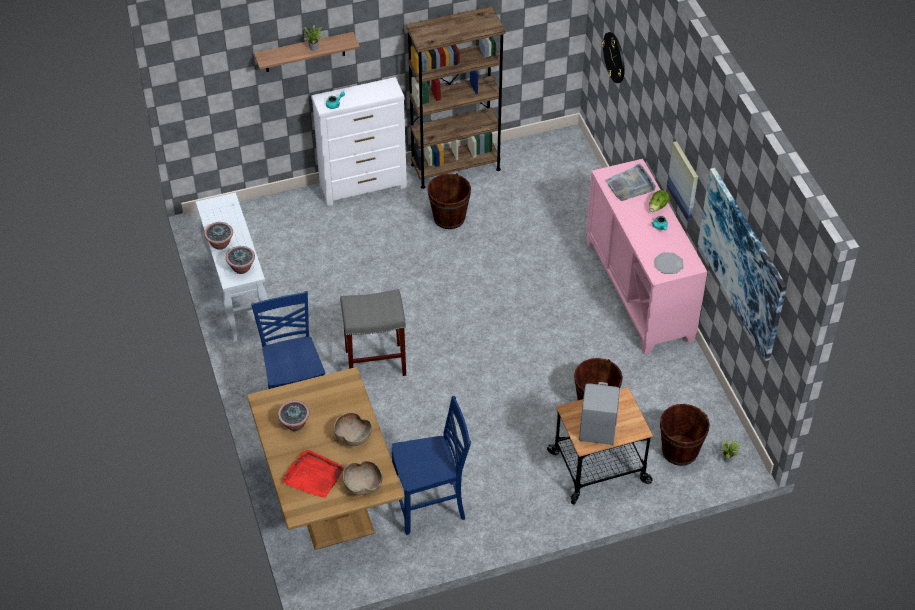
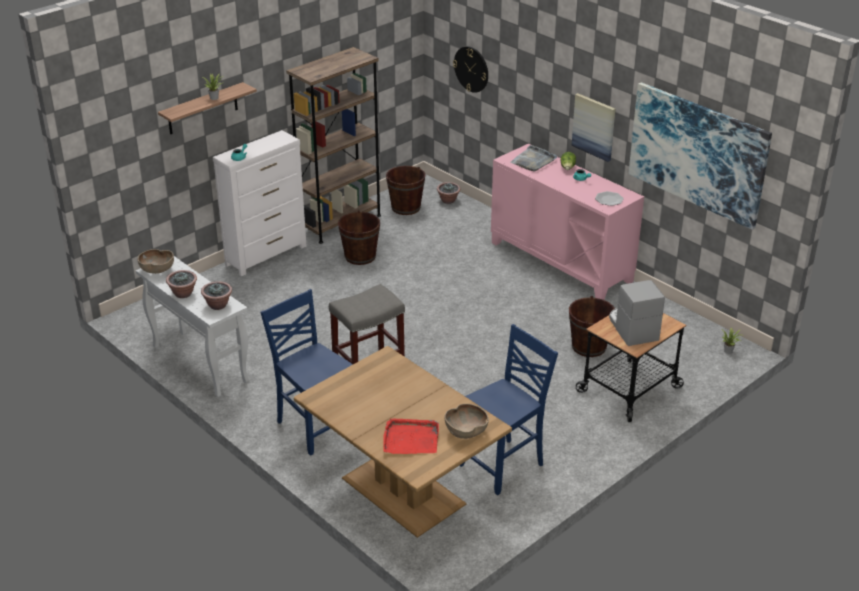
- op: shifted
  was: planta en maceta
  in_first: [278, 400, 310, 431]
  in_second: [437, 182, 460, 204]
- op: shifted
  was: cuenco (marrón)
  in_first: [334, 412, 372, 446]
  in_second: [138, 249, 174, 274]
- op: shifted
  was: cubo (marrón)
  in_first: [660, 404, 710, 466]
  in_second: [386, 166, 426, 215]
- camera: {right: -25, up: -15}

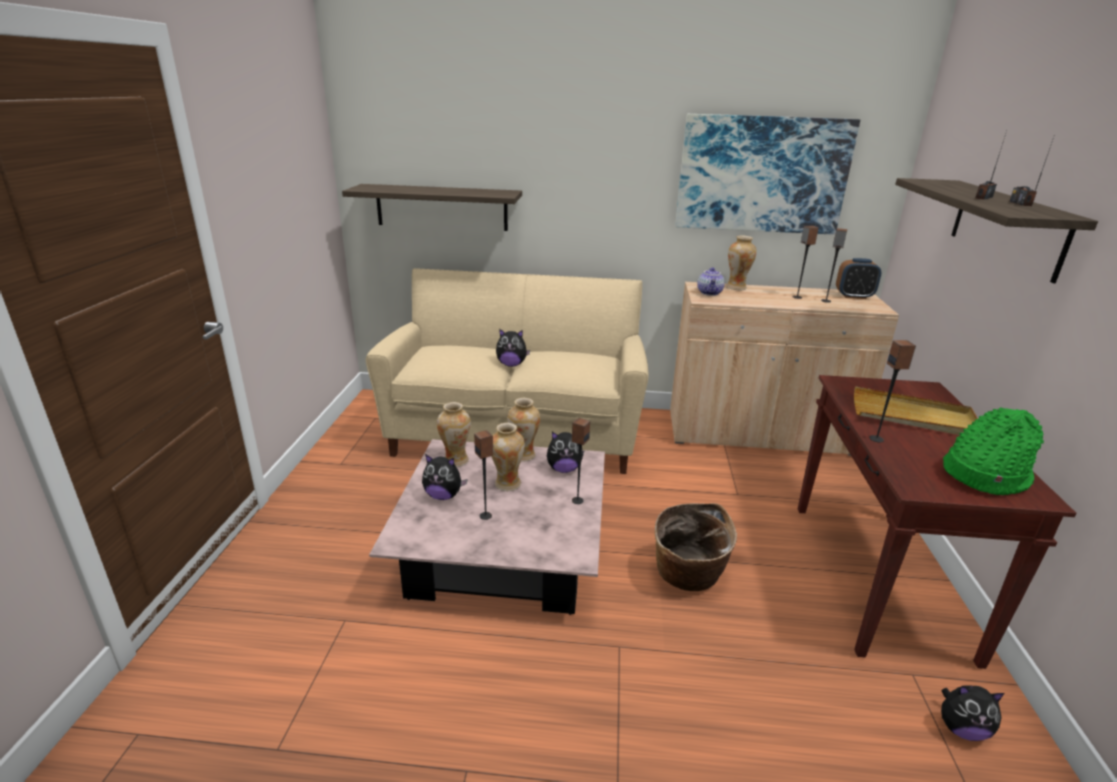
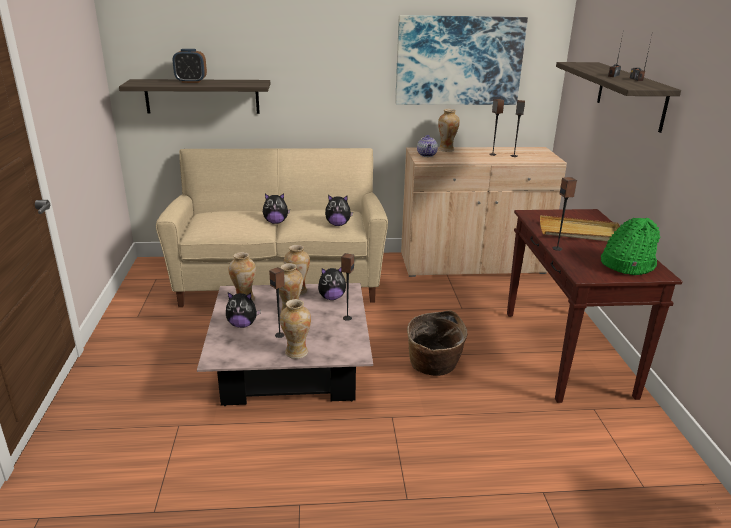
- op: shifted
  was: despertador
  in_first: [836, 258, 881, 299]
  in_second: [173, 49, 207, 83]
- op: shifted
  was: peluche
  in_first: [941, 685, 1005, 741]
  in_second: [325, 195, 353, 226]
- op: new
  now: florero
  in_second: [280, 299, 311, 359]
- camera: {right: -10, up: 0}

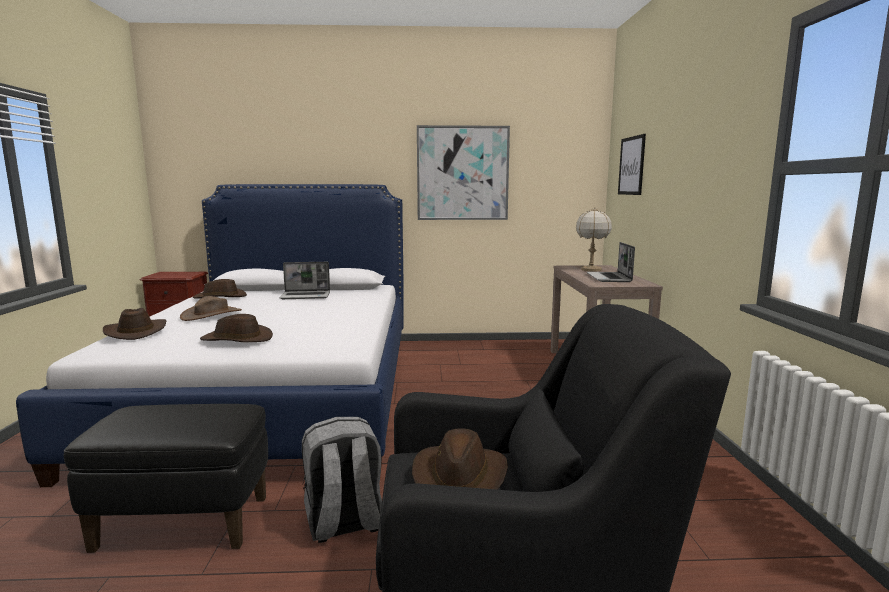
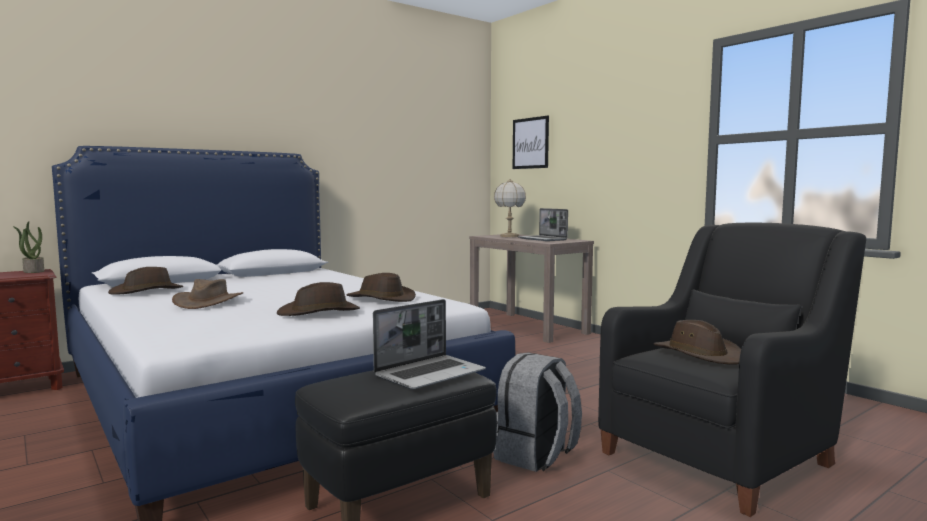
- op: shifted
  was: sombrero (marrón)
  in_first: [103, 308, 166, 340]
  in_second: [346, 273, 416, 302]
- op: shifted
  was: portátil
  in_first: [279, 262, 330, 299]
  in_second: [373, 299, 486, 390]
- op: gone
  was: cuadro
  in_first: [417, 125, 510, 220]
- op: new
  now: planta en maceta
  in_second: [13, 221, 44, 273]
- camera: {right: -35, up: -5}

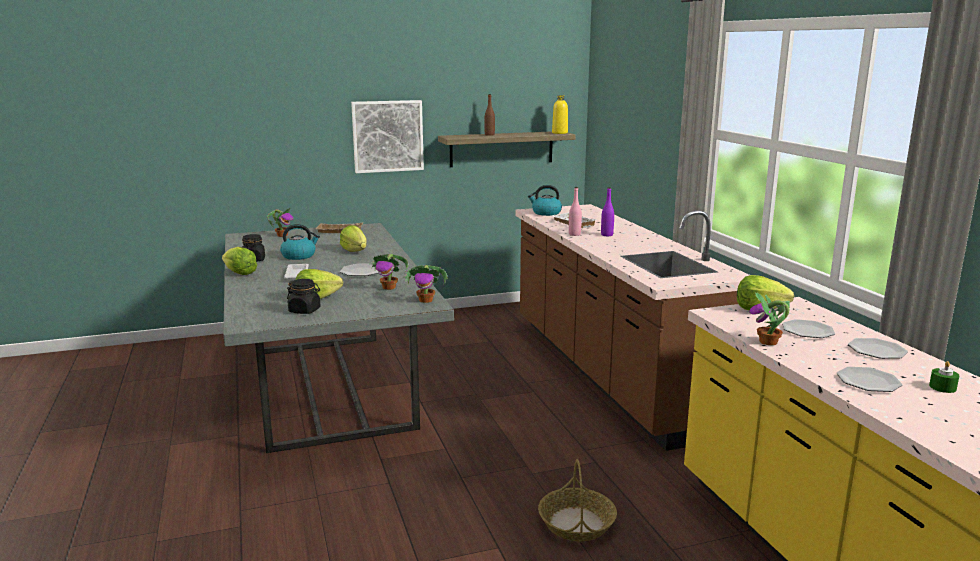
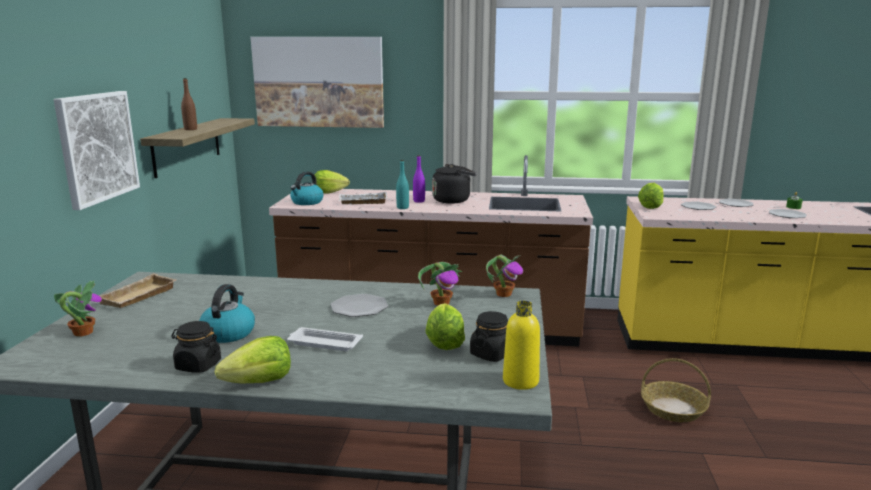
- op: shifted
  was: lechuga
  in_first: [340, 225, 367, 252]
  in_second: [315, 170, 350, 194]
- op: shifted
  was: botella (amarillo)
  in_first: [552, 95, 568, 134]
  in_second: [503, 301, 540, 390]
- op: repainted
  was: botella (rosa)
  now: botella (turquesa)
  in_first: [569, 187, 582, 236]
  in_second: [396, 160, 409, 209]
- op: gone
  was: planta en maceta
  in_first: [749, 292, 790, 345]
- op: new
  now: cuadro
  in_second: [250, 37, 384, 128]
- op: new
  now: hervidor (negro)
  in_second: [432, 164, 477, 204]
- camera: {right: -65, up: 0}

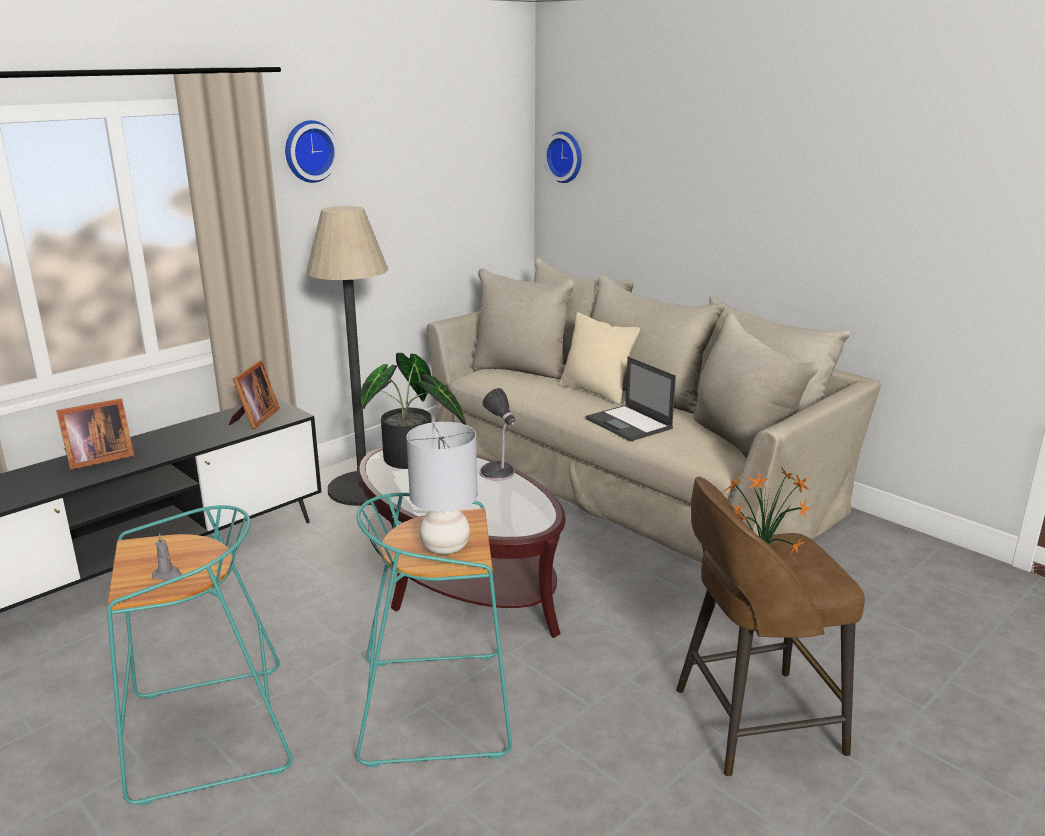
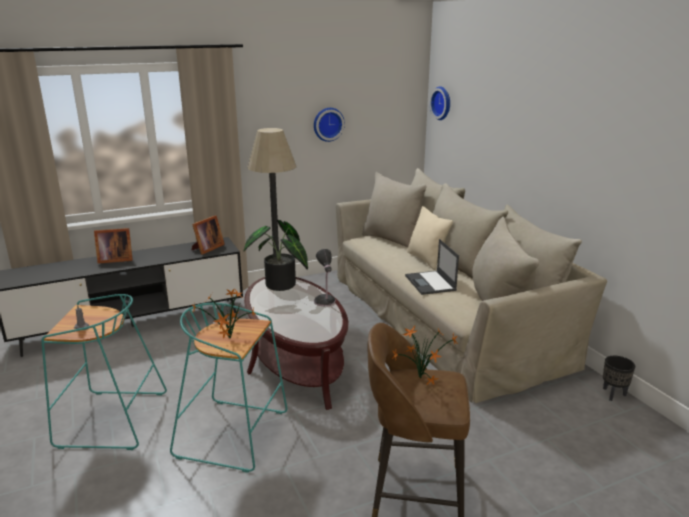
- op: shifted
  was: reloj de pared
  in_first: [285, 120, 338, 183]
  in_second: [314, 108, 345, 142]
- op: swapped
  was: lámpara de mesa (gris)
  now: planta en maceta
  in_first: [407, 422, 477, 554]
  in_second: [193, 288, 255, 339]
- op: new
  now: maceta (negro)
  in_second: [603, 356, 635, 401]
- camera: {right: 20, up: 0}

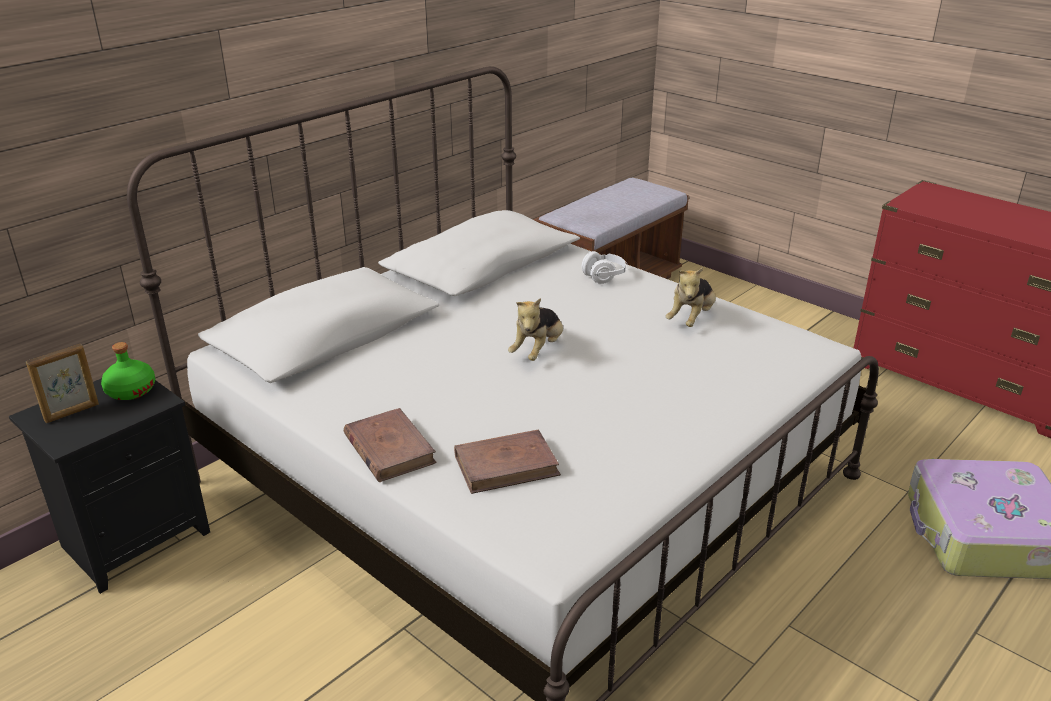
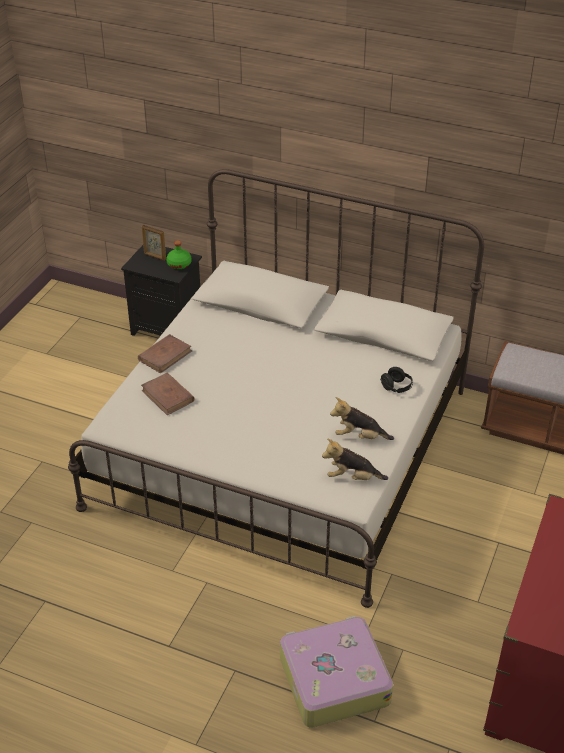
- op: shifted
  was: peluche
  in_first: [508, 298, 563, 361]
  in_second: [322, 439, 388, 480]
- op: repainted
  was: auriculares (blanco)
  now: auriculares (negro)
  in_first: [582, 251, 627, 284]
  in_second: [380, 367, 413, 393]
- camera: {right: 70, up: 10}

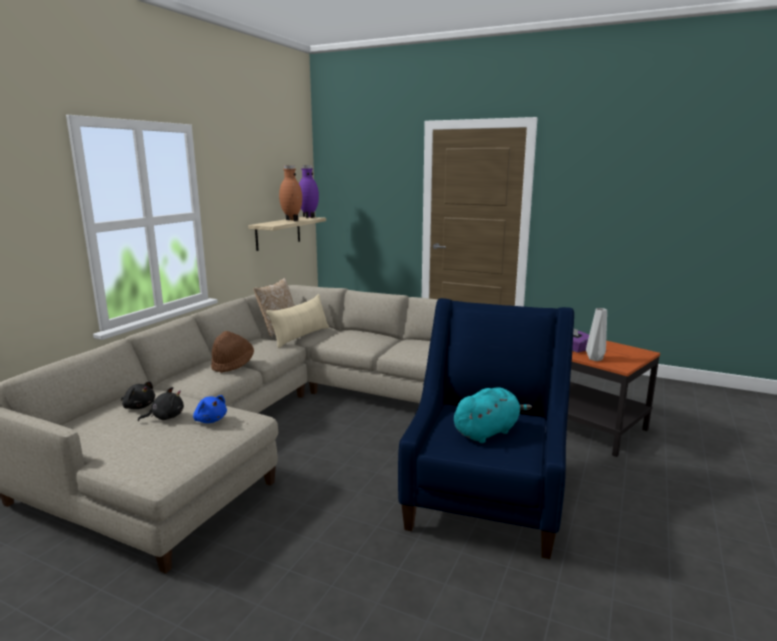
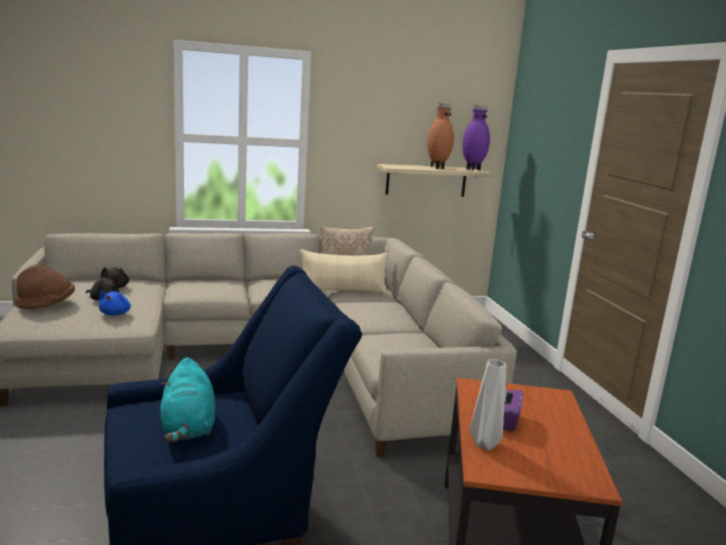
- op: shifted
  was: sombrero (marrón)
  in_first: [211, 331, 254, 373]
  in_second: [16, 264, 75, 309]
- op: rotated
  was: peluche (turquesa)
  in_first: [454, 387, 532, 443]
  in_second: [160, 357, 215, 442]
  clockwise: 60
- camera: {right: 50, up: 0}

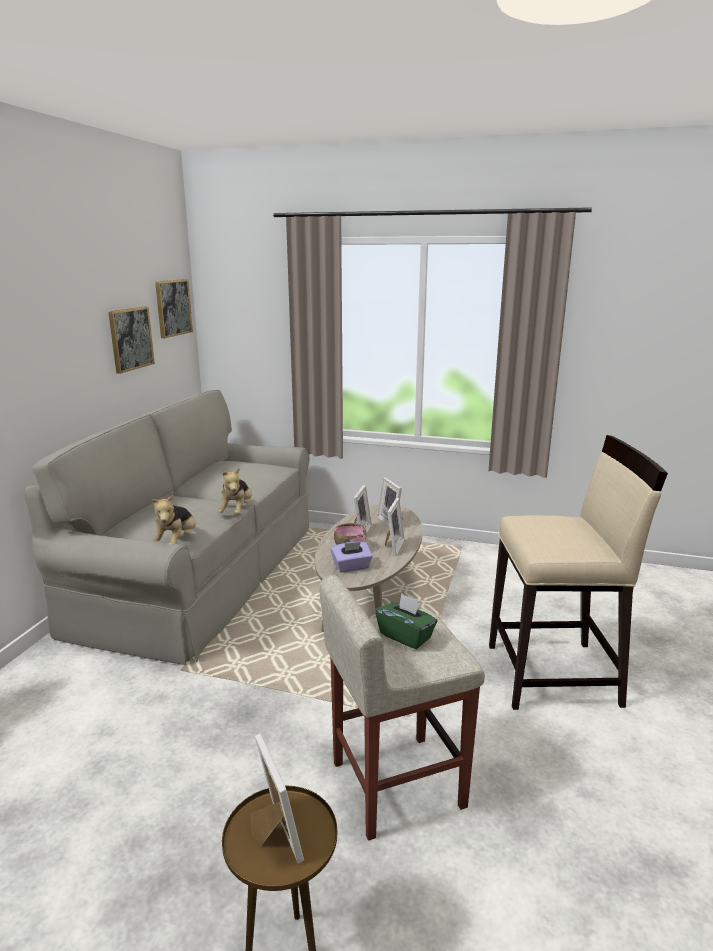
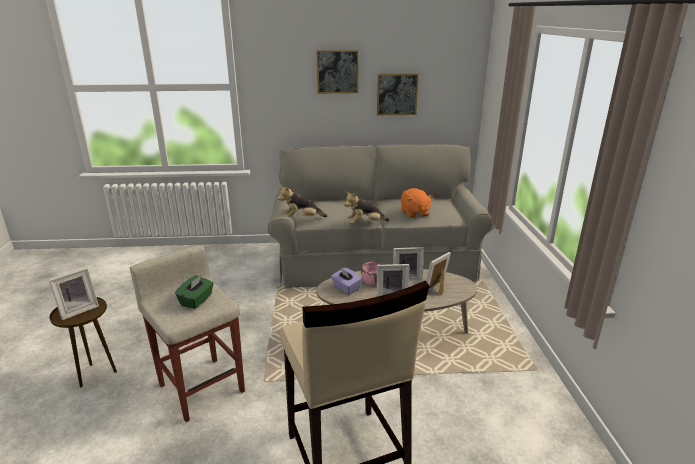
- op: shifted
  was: cuadro
  in_first: [155, 279, 193, 338]
  in_second: [317, 50, 359, 94]
- op: new
  now: peluche (naranja)
  in_second: [401, 188, 433, 218]
- camera: {right: 70, up: 5}

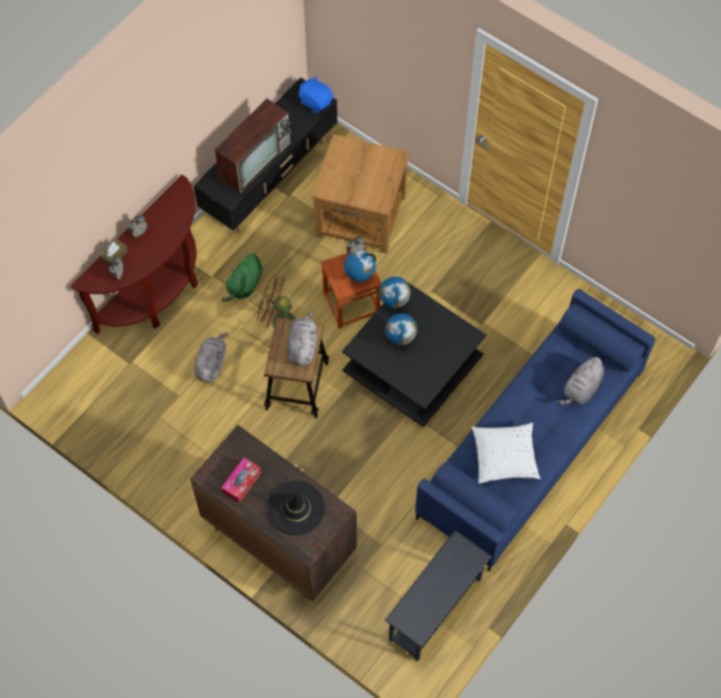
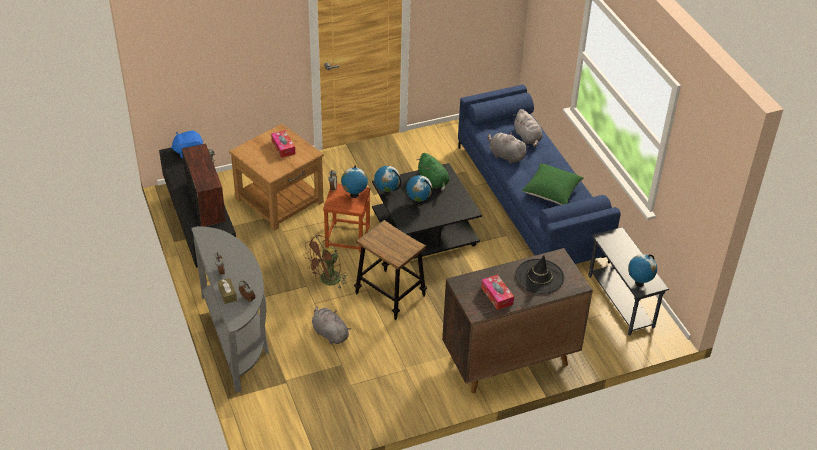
- op: repainted
  was: mesa consola (marrón)
  now: mesa consola (gris)
  in_first: [71, 174, 198, 334]
  in_second: [191, 226, 269, 392]
- op: shifted
  was: peluche (verde)
  in_first: [221, 253, 262, 301]
  in_second: [416, 153, 449, 192]
- op: shifted
  was: peluche (gris)
  in_first: [288, 311, 317, 366]
  in_second: [488, 133, 529, 164]
- op: repainted
  was: cojín (blanco)
  now: cojín (verde)
  in_first: [472, 423, 540, 483]
  in_second: [521, 163, 584, 205]
- op: new
  now: caja de pañuelos
  in_second: [271, 130, 295, 158]
- op: new
  now: globo terráqueo
  in_second: [628, 254, 657, 287]
- camera: {right: -60, up: -20}

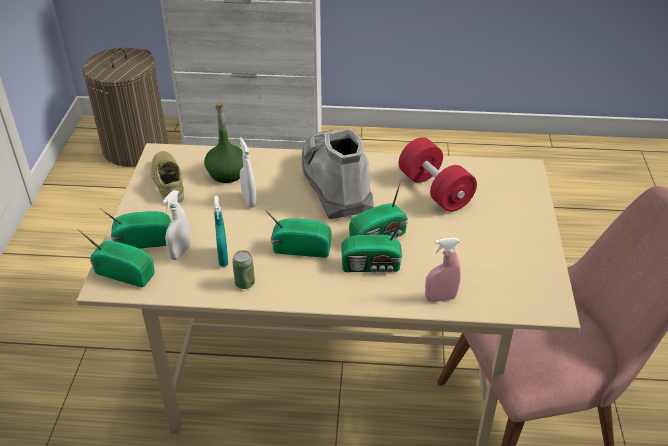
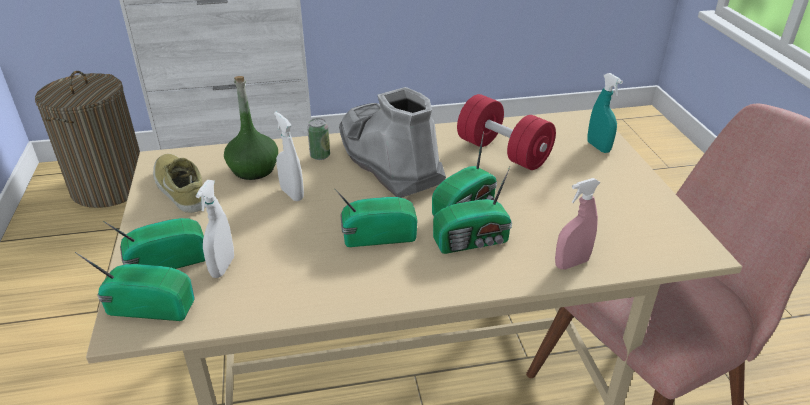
- op: shifted
  was: pulverizador (turquesa)
  in_first: [214, 196, 228, 267]
  in_second: [588, 73, 623, 153]
- op: shifted
  was: lata
  in_first: [232, 250, 255, 289]
  in_second: [307, 118, 330, 160]
- camera: {right: -15, up: -5}

